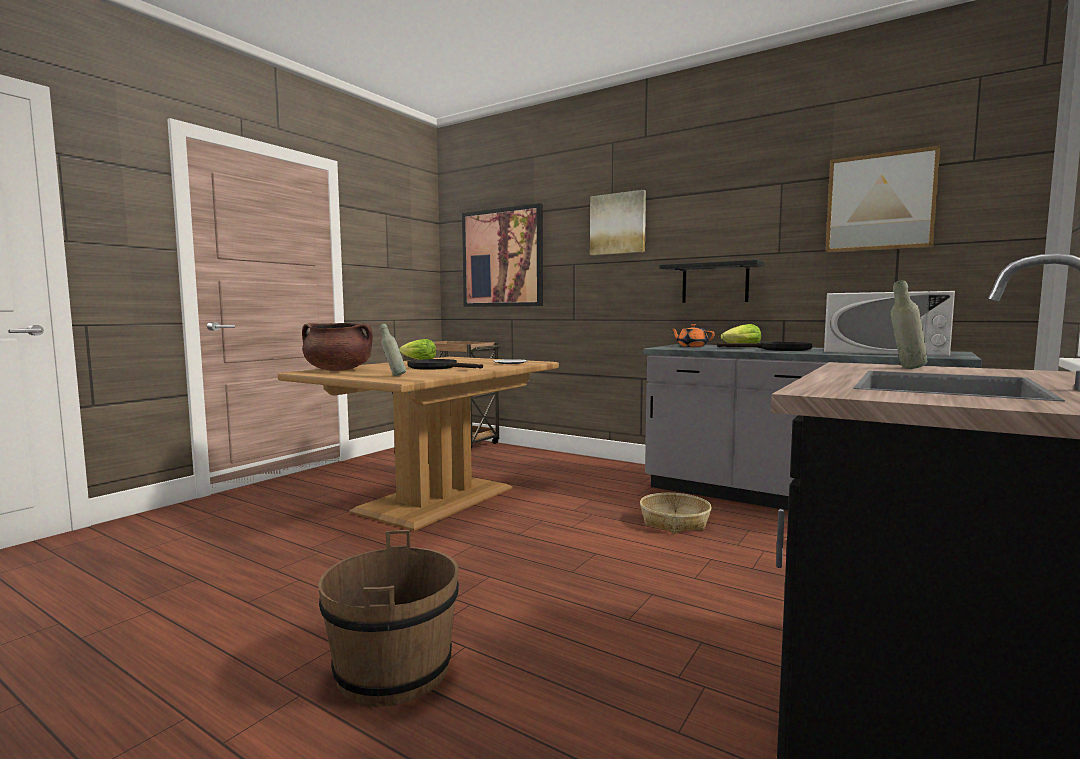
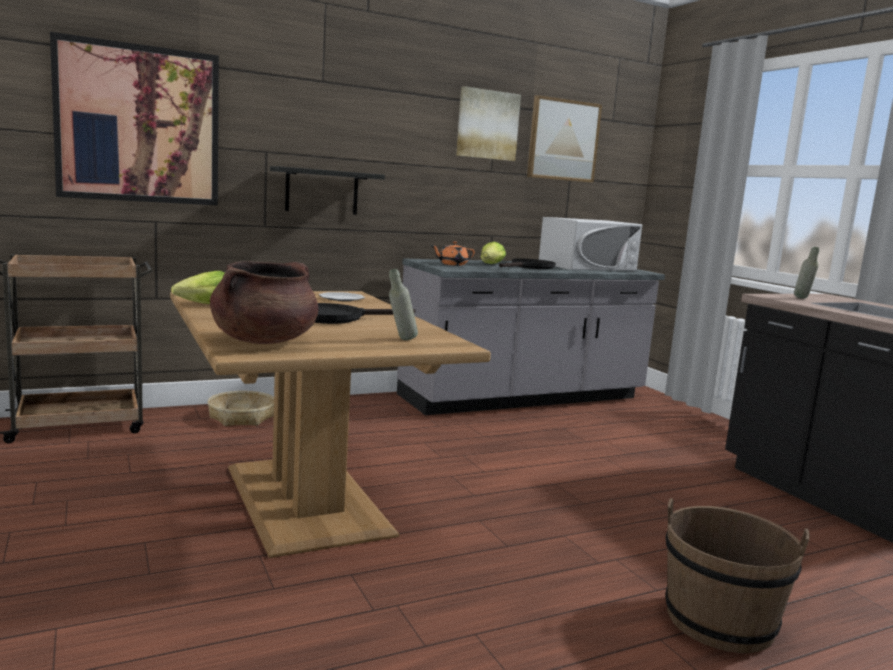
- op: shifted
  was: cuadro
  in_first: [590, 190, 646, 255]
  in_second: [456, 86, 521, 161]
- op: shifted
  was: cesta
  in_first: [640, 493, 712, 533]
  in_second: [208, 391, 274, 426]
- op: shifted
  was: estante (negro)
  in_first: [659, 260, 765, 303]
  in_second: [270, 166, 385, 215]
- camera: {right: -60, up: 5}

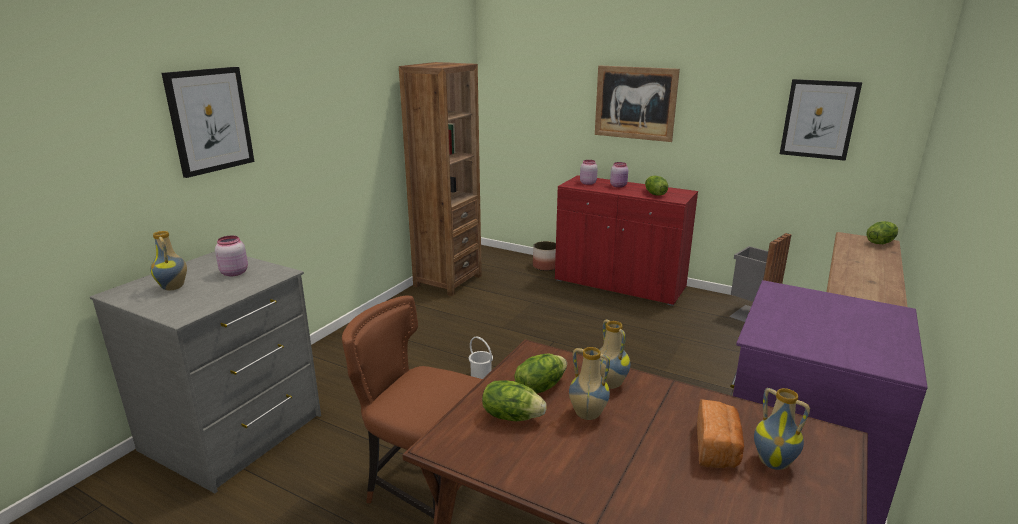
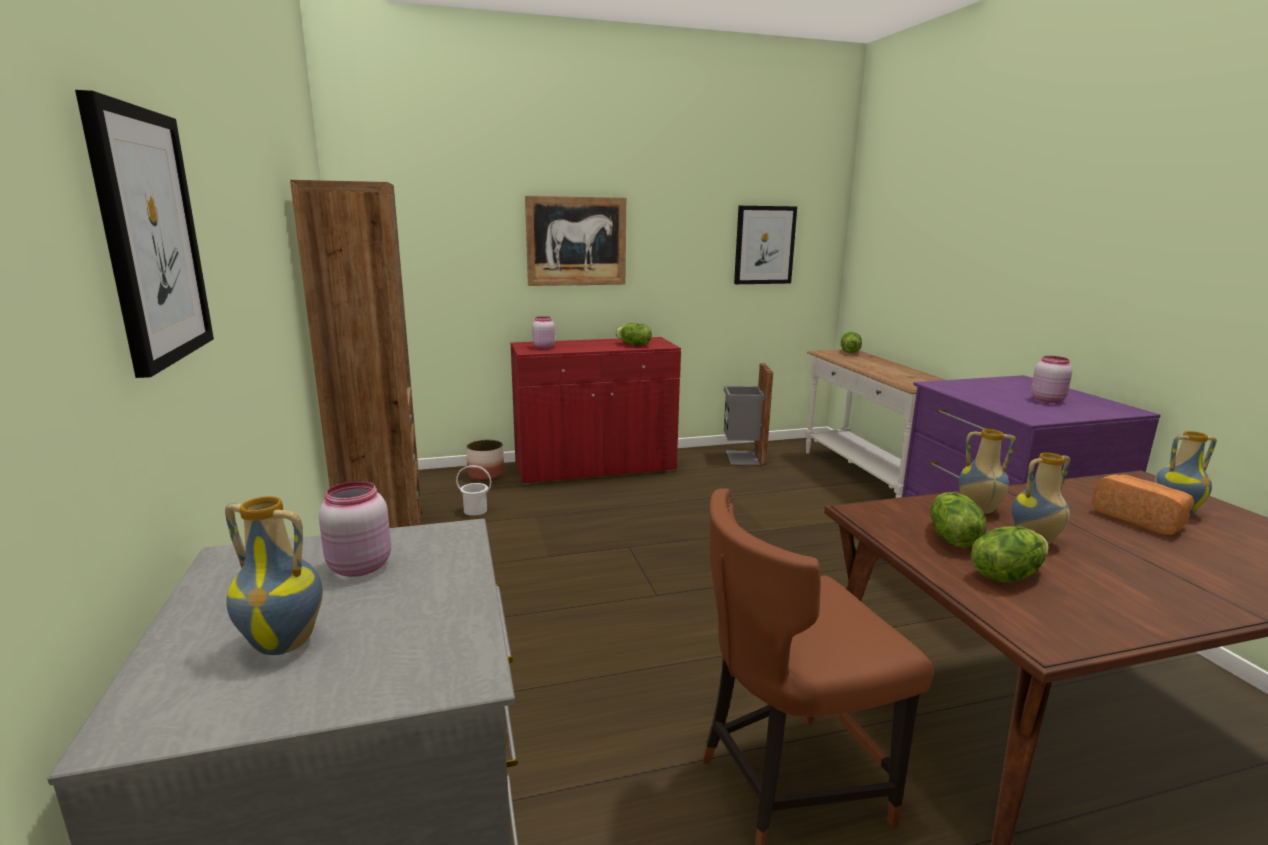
- op: shifted
  was: cubo (blanco)
  in_first: [469, 337, 493, 379]
  in_second: [456, 465, 491, 516]
- op: shifted
  was: tarro (rosa)
  in_first: [610, 162, 628, 188]
  in_second: [1031, 356, 1072, 403]
- camera: {right: -45, up: -5}

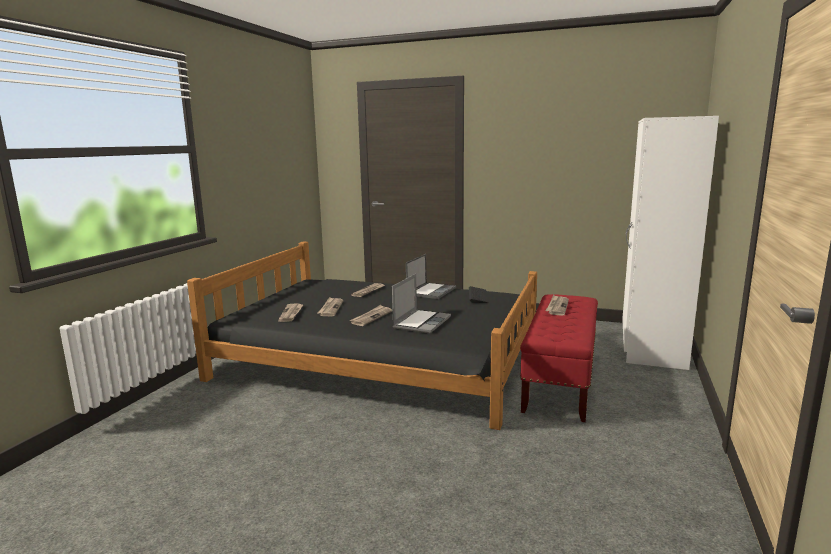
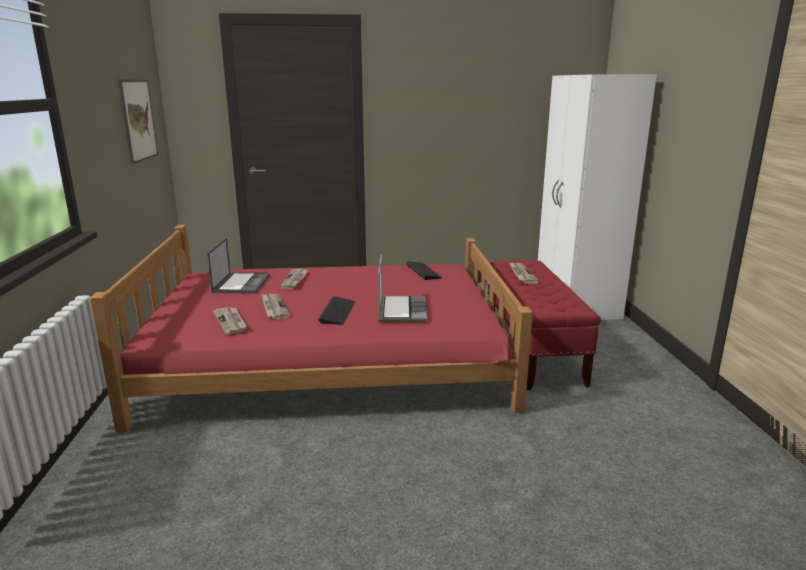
- op: repainted
  was: cama (negro)
  now: cama (rojo)
  in_first: [187, 241, 537, 430]
  in_second: [90, 225, 533, 432]
- op: swapped
  was: periódico
  now: teclado
  in_first: [350, 305, 392, 326]
  in_second: [318, 296, 355, 325]
- op: shifted
  was: portátil
  in_first: [406, 254, 456, 299]
  in_second: [207, 238, 270, 294]
- op: new
  now: cuadro
  in_second: [118, 79, 158, 164]
- camera: {right: -25, up: 5}

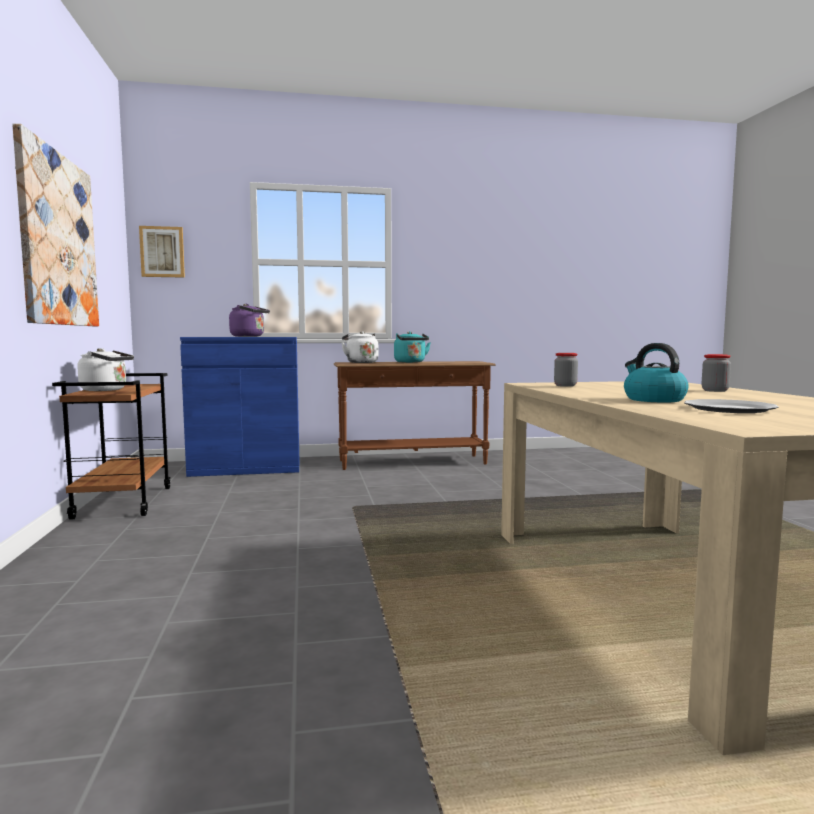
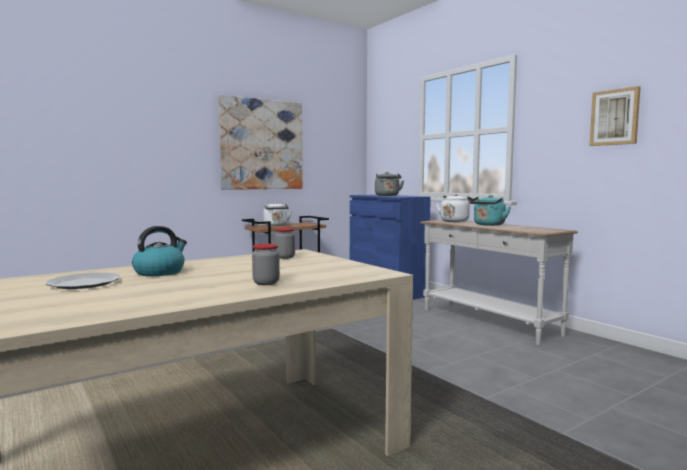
- op: shifted
  was: cuadro
  in_first: [139, 226, 185, 278]
  in_second: [589, 86, 641, 146]
- op: repainted
  was: hervidor (morado)
  now: hervidor (gris)
  in_first: [229, 304, 270, 337]
  in_second: [375, 172, 404, 196]
- op: repainted
  was: mesa consola (marrón)
  now: mesa consola (blanco)
  in_first: [334, 361, 496, 470]
  in_second: [420, 220, 578, 345]
- camera: {right: 65, up: 0}

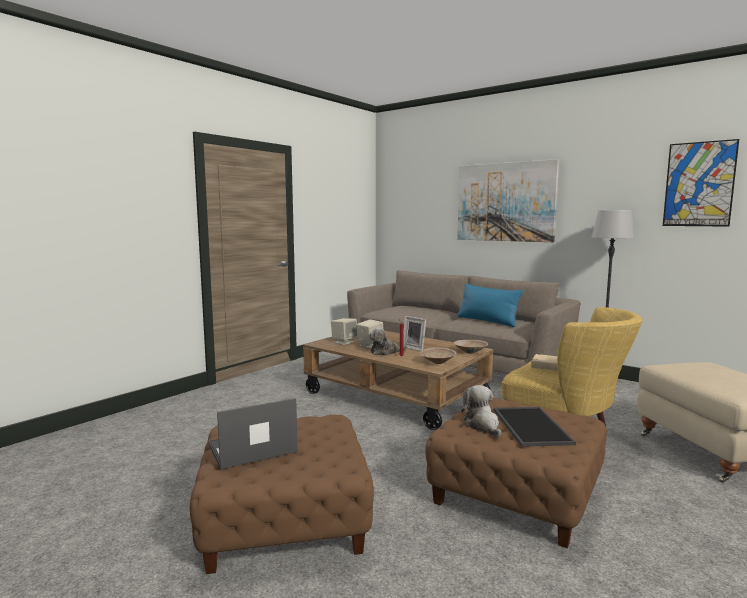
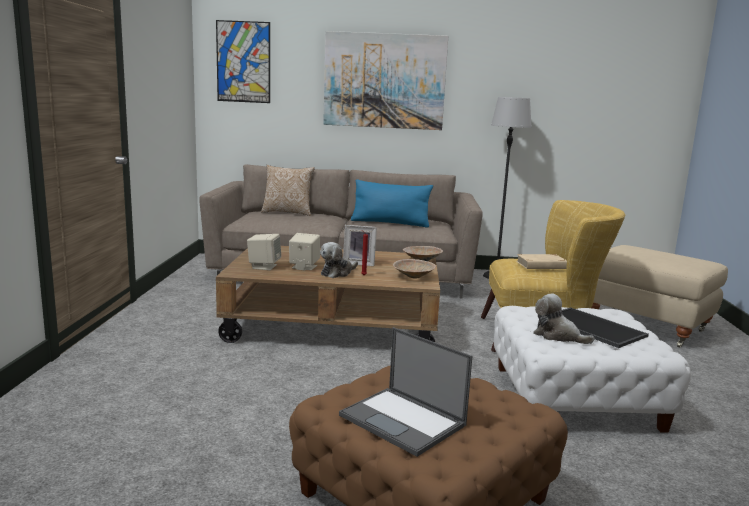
- op: rotated
  was: portátil
  in_first: [208, 398, 298, 470]
  in_second: [339, 327, 472, 457]
  clockwise: -75
- op: repainted
  was: puf (marrón)
  now: puf (blanco)
  in_first: [425, 397, 607, 548]
  in_second: [494, 306, 691, 433]
- op: shifted
  was: cuadro
  in_first: [663, 139, 739, 227]
  in_second: [216, 20, 270, 103]
- op: new
  now: cojín
  in_second: [261, 165, 315, 216]
- camera: {right: -35, up: 5}

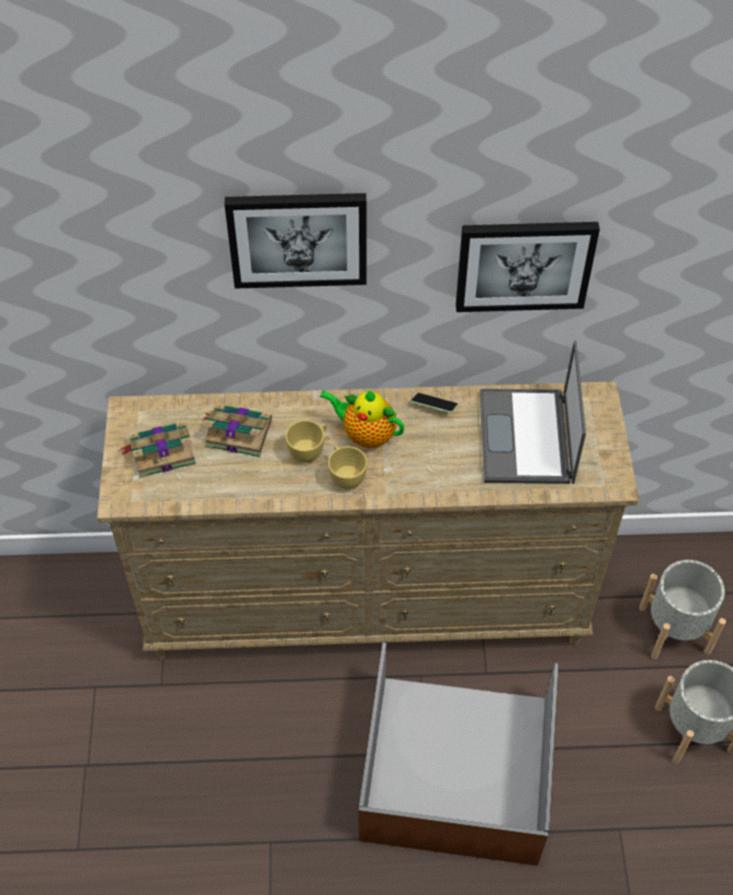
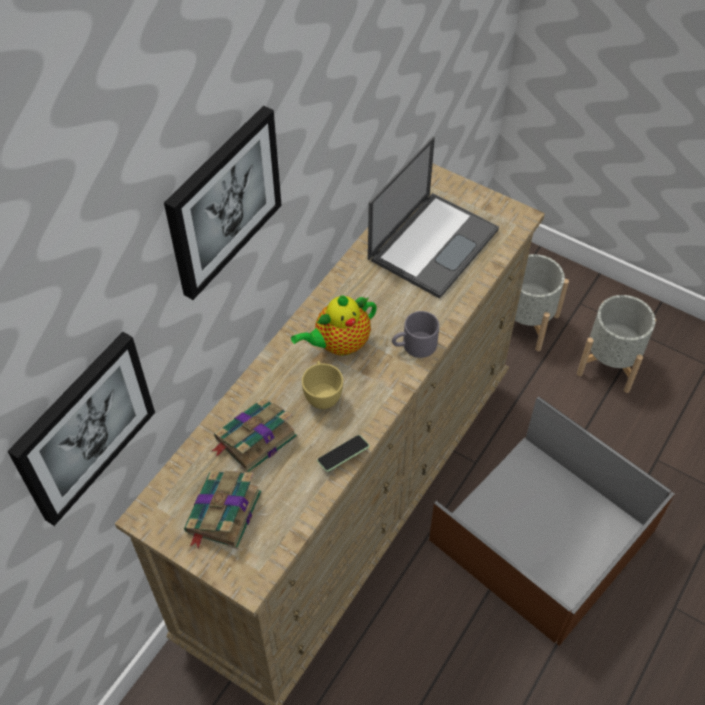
- op: gone
  was: taza (amarillo)
  in_first: [328, 446, 367, 490]
- op: shifted
  was: móvil
  in_first: [411, 393, 458, 413]
  in_second: [317, 435, 370, 472]
- op: shifted
  was: cuadro
  in_first: [456, 222, 600, 312]
  in_second: [7, 332, 155, 526]
- op: rotated
  was: portátil
  in_first: [480, 341, 586, 484]
  in_second: [368, 136, 499, 299]
  clockwise: -90
- op: new
  now: taza grande (gris)
  in_second: [392, 311, 439, 358]
- camera: {right: -55, up: 0}

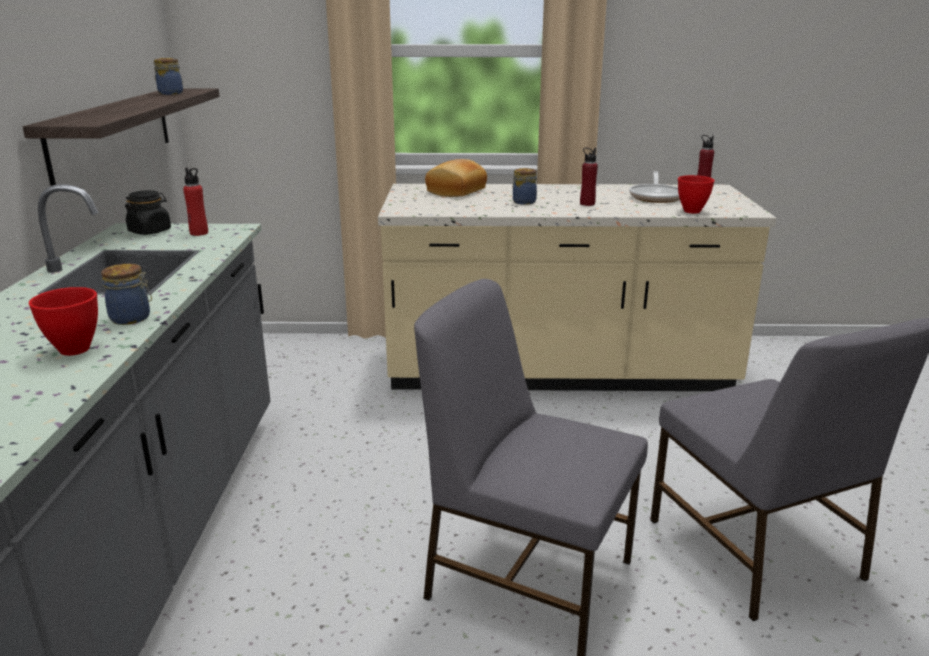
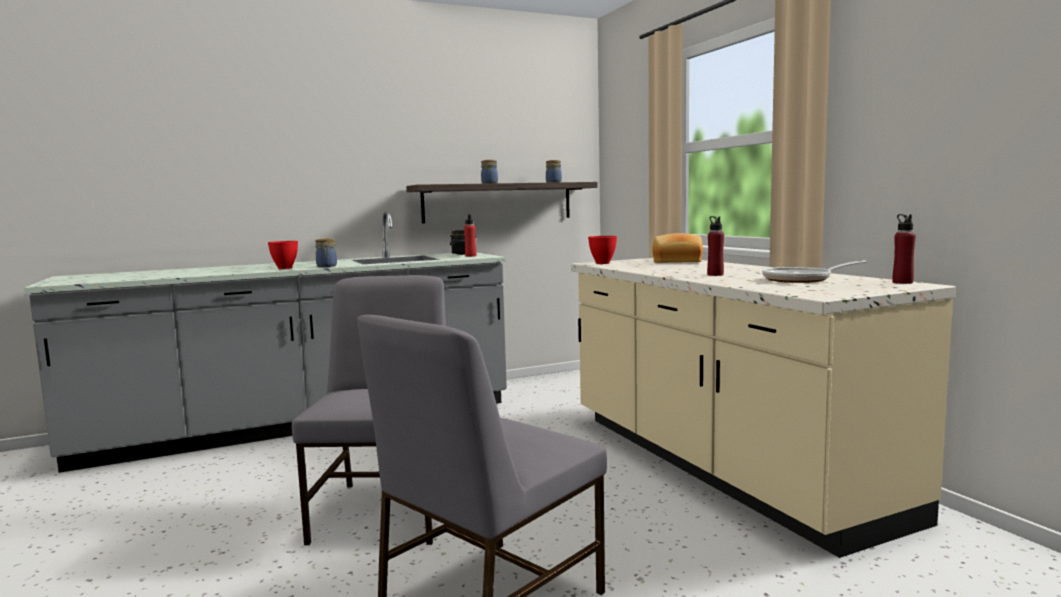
- op: shifted
  was: tarro
  in_first: [512, 168, 537, 205]
  in_second: [481, 160, 498, 184]
- op: shifted
  was: cuenco (rojo)
  in_first: [678, 175, 714, 214]
  in_second: [588, 236, 617, 264]
- camera: {right: 65, up: -15}

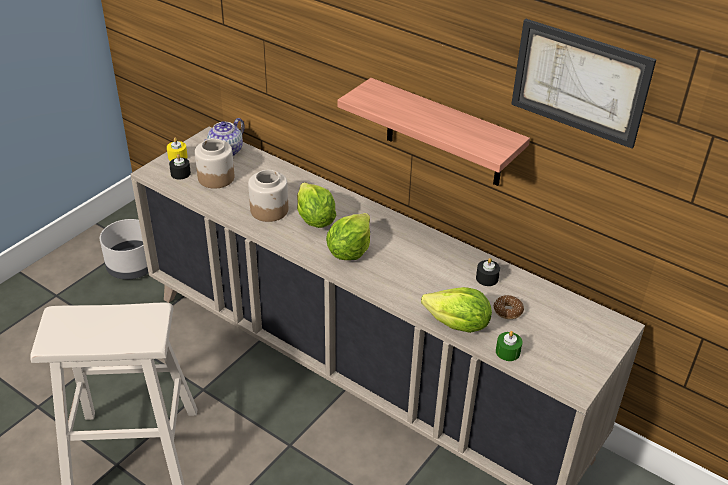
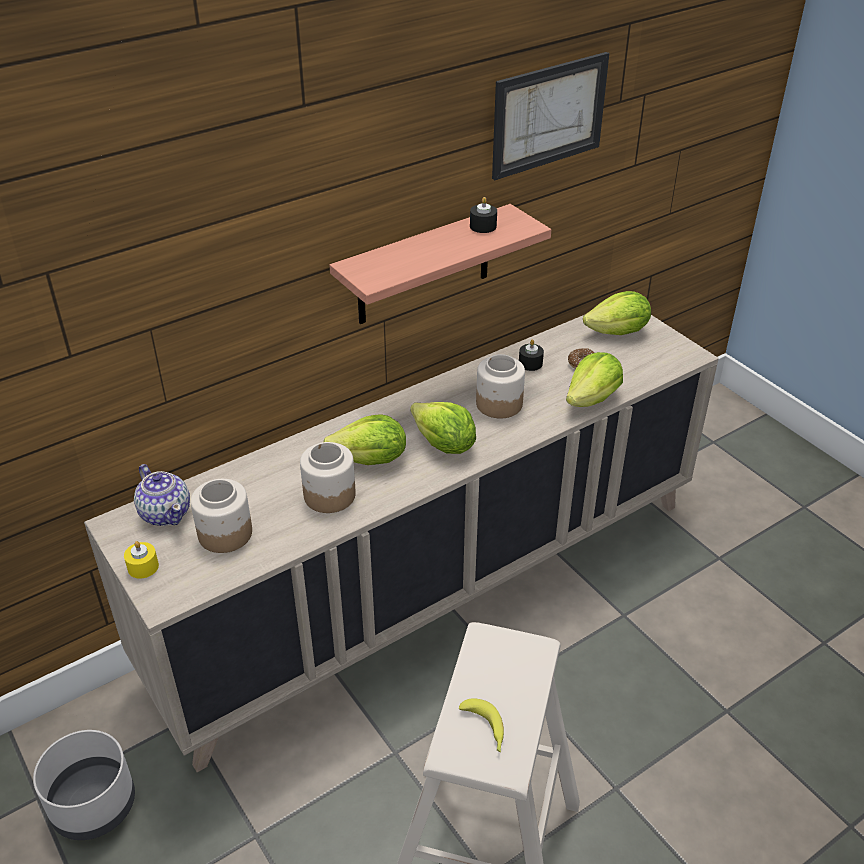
- op: shifted
  was: vela (negro)
  in_first: [169, 154, 191, 180]
  in_second: [470, 197, 497, 233]
- op: gone
  was: vela (verde)
  in_first: [496, 331, 522, 361]
- op: new
  now: plátano
  in_second: [459, 699, 504, 752]
- op: new
  now: tarro
  in_second: [476, 354, 525, 418]
- op: new
  now: lechuga
  in_second: [583, 291, 651, 335]
- camera: {right: -70, up: 0}

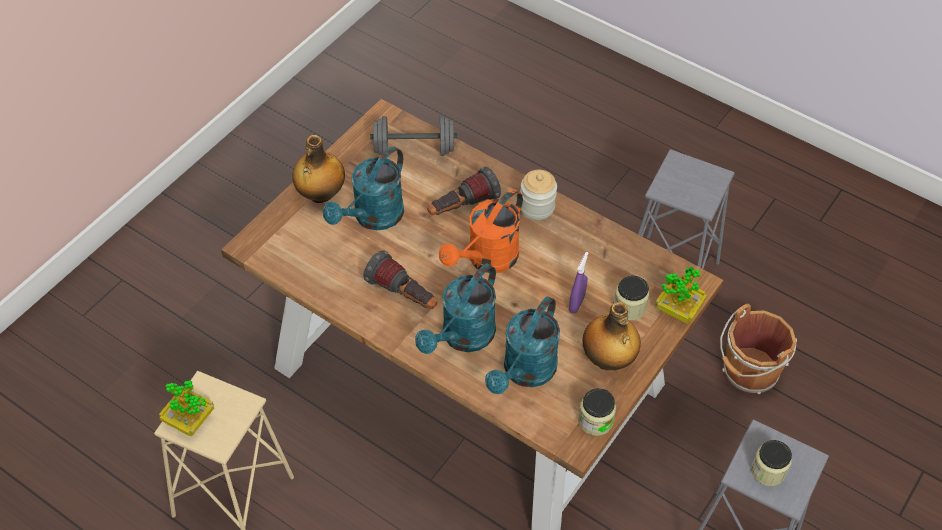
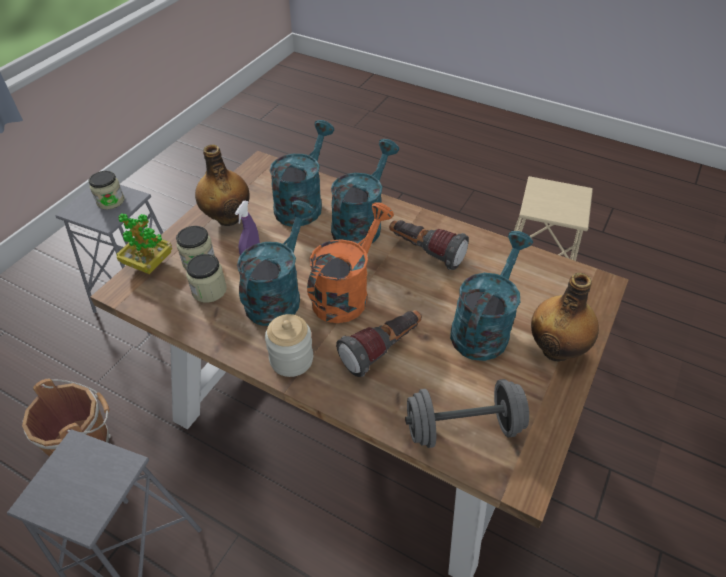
- op: gone
  was: planta en maceta
  in_first: [159, 380, 214, 436]
- op: shifted
  was: tarro
  in_first: [578, 388, 616, 436]
  in_second: [186, 254, 227, 303]
- op: new
  now: regadera (turquesa)
  in_second: [237, 201, 314, 326]
- camera: {right: 175, up: -5}

